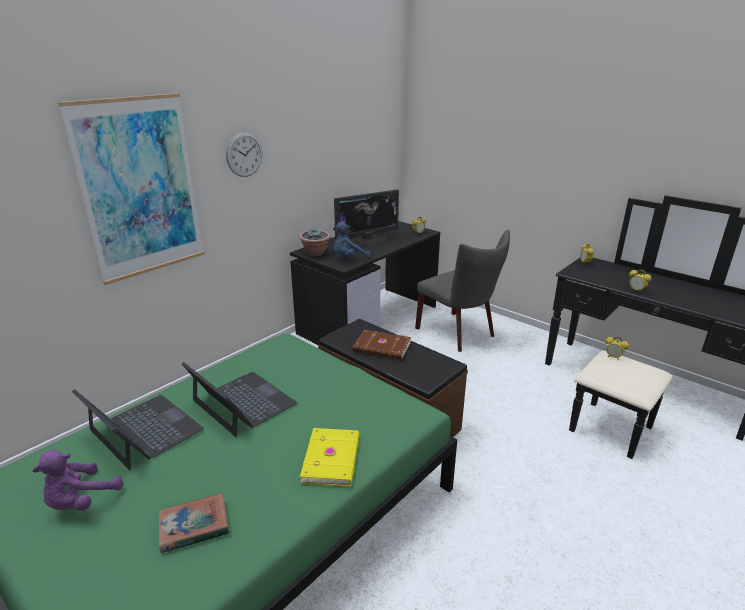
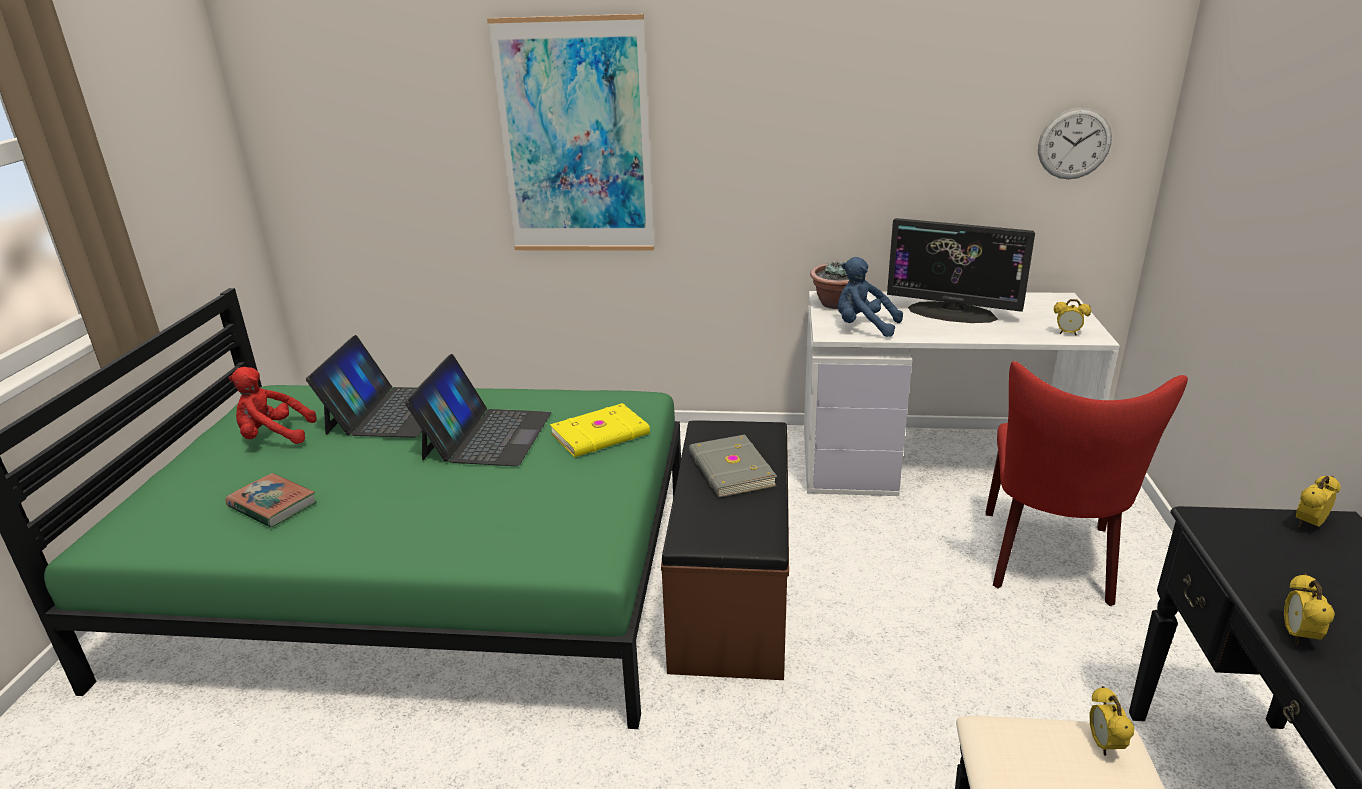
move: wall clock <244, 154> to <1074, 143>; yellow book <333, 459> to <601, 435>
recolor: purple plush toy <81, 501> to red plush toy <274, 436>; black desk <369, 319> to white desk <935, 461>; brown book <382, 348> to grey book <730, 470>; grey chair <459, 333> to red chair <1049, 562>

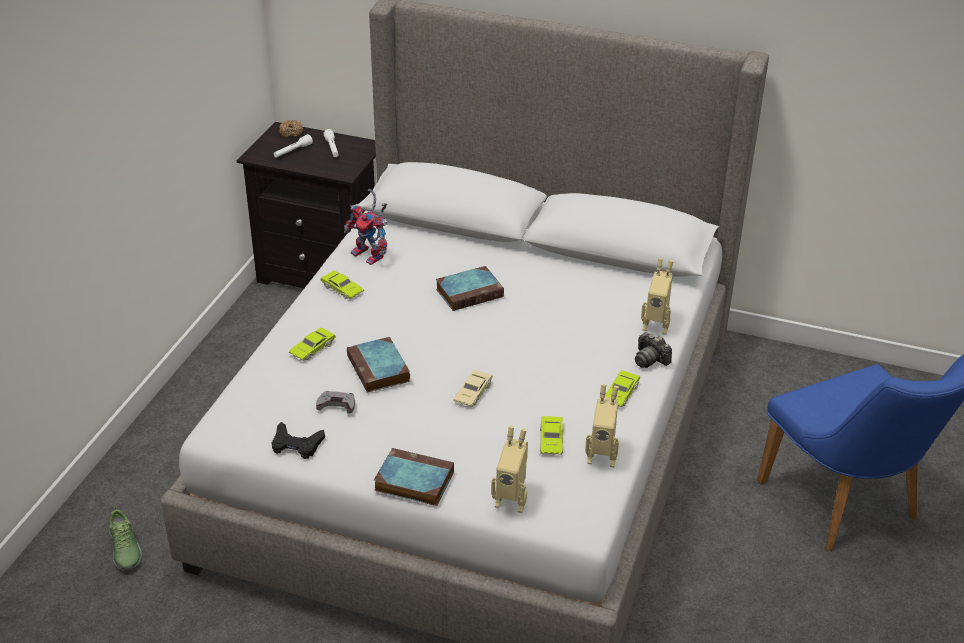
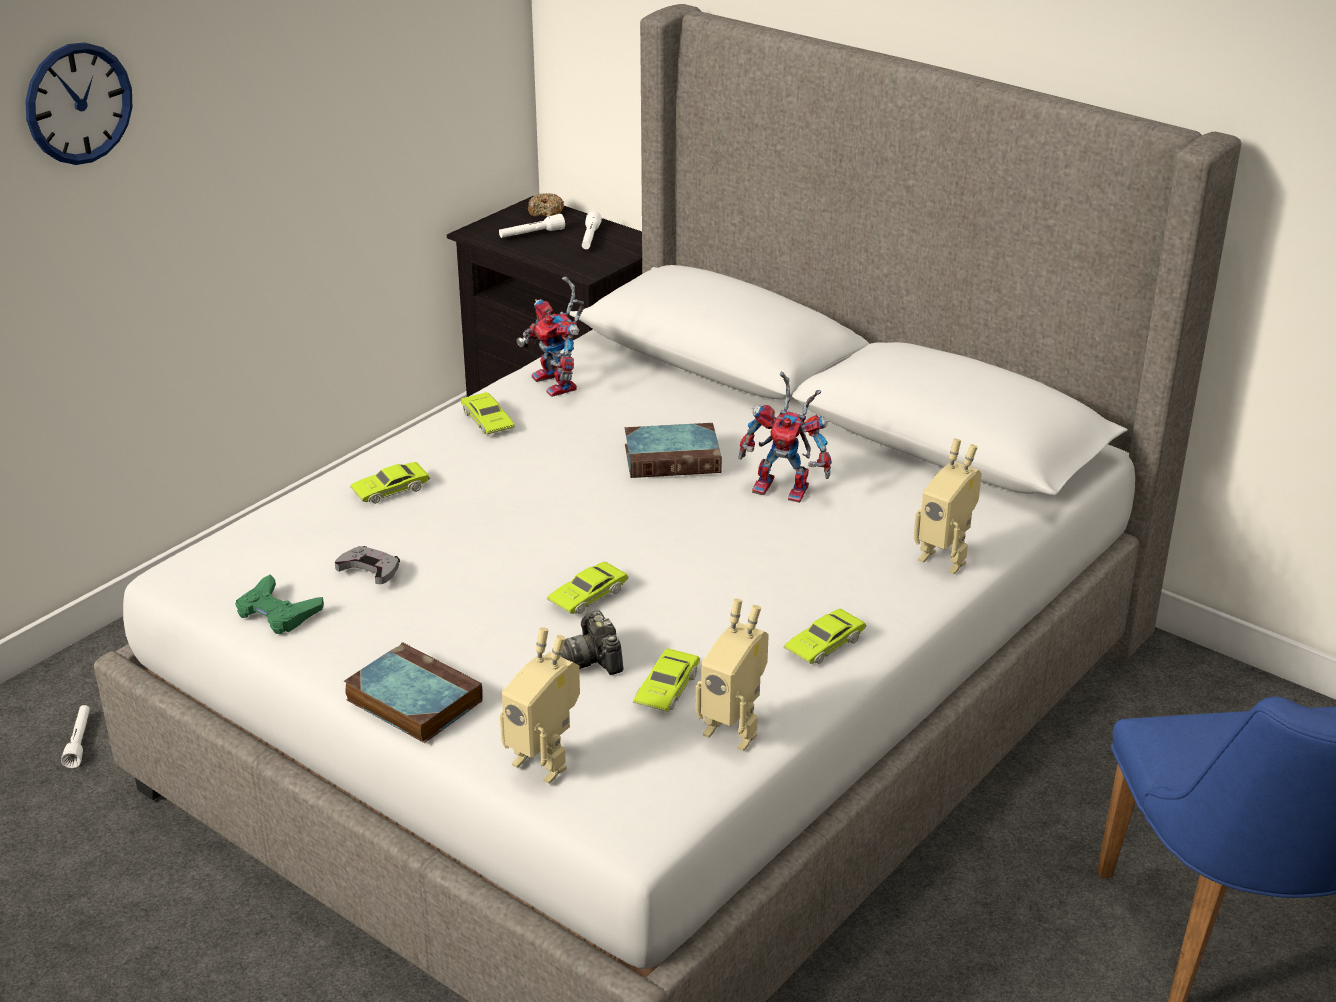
delete: book <379, 370>
insert: wall clock <78, 103>; toy robot <787, 489>
move: photo camera <650, 359> to <592, 659>
replace: shoe <125, 549> to white flashlight <79, 741>
recolor: black game controller <296, 445> to green game controller <277, 612>; beige toy car <473, 392> to green toy car <588, 595>

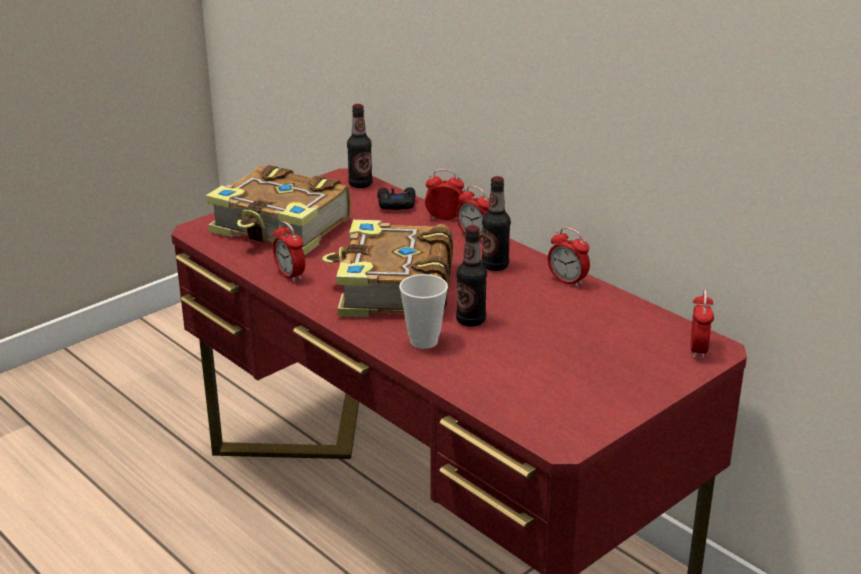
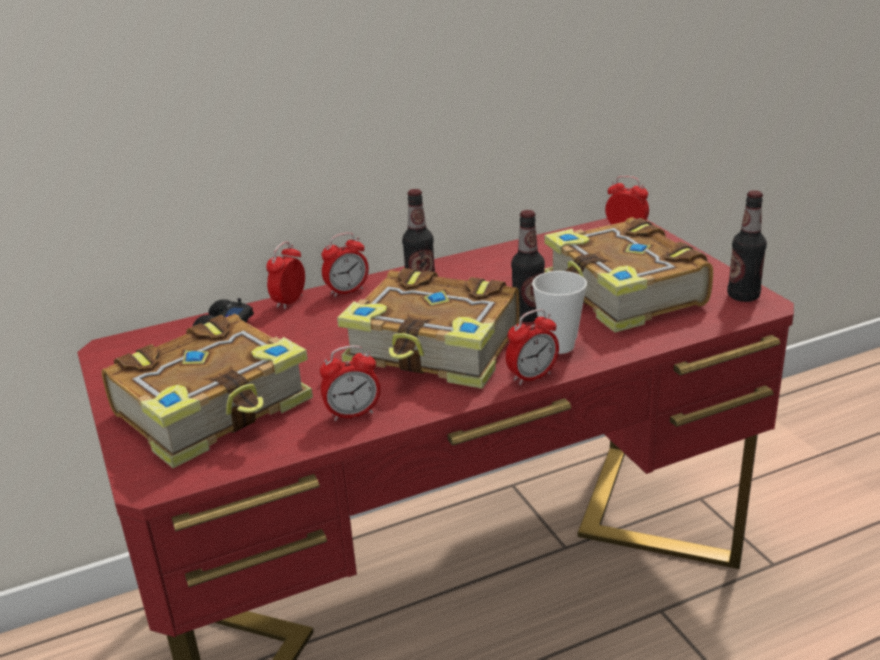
insert: book <623, 294>
move: bottle <360, 184> to <743, 296>; alarm clock <567, 281> to <532, 377>

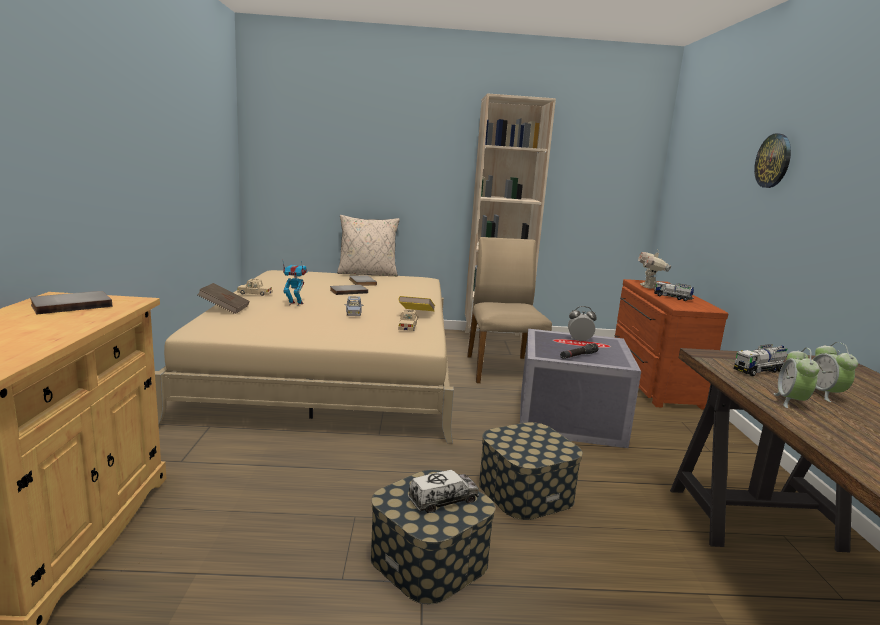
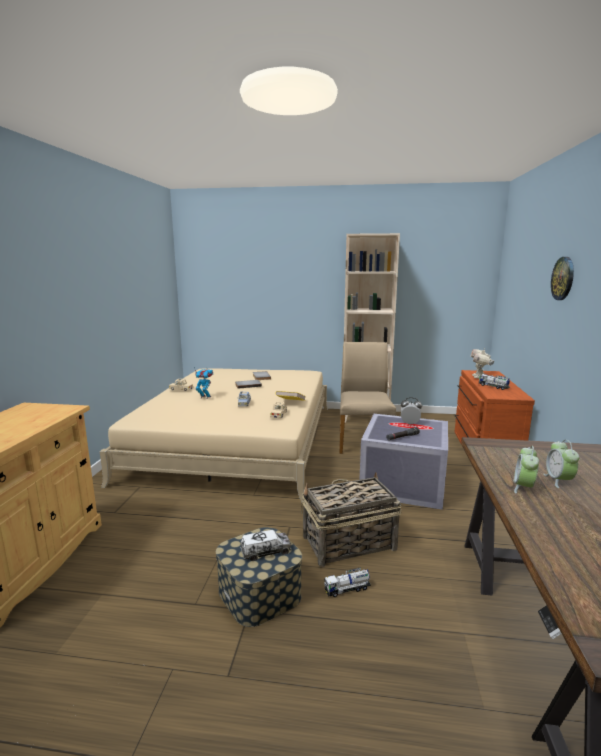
delete: grey book <71, 305>; brown book <224, 309>; beige pillow <367, 274>
move: toy truck <759, 371> to <347, 589>
replace: storage box <525, 492> to basket <348, 543>

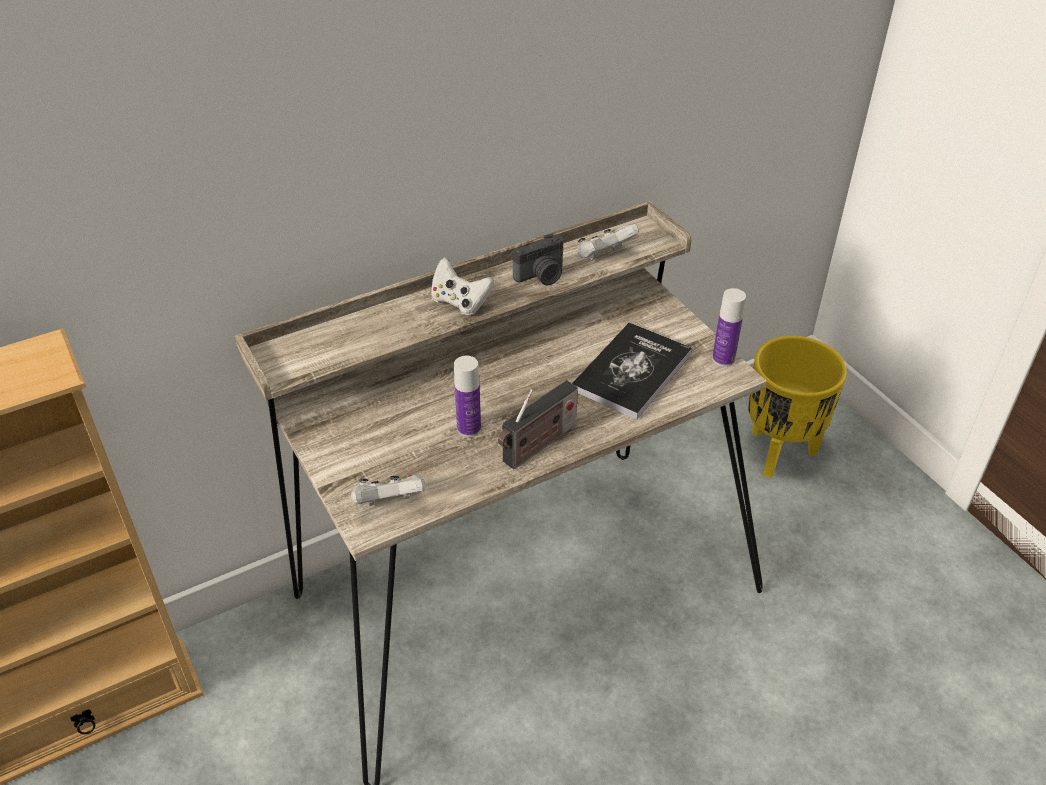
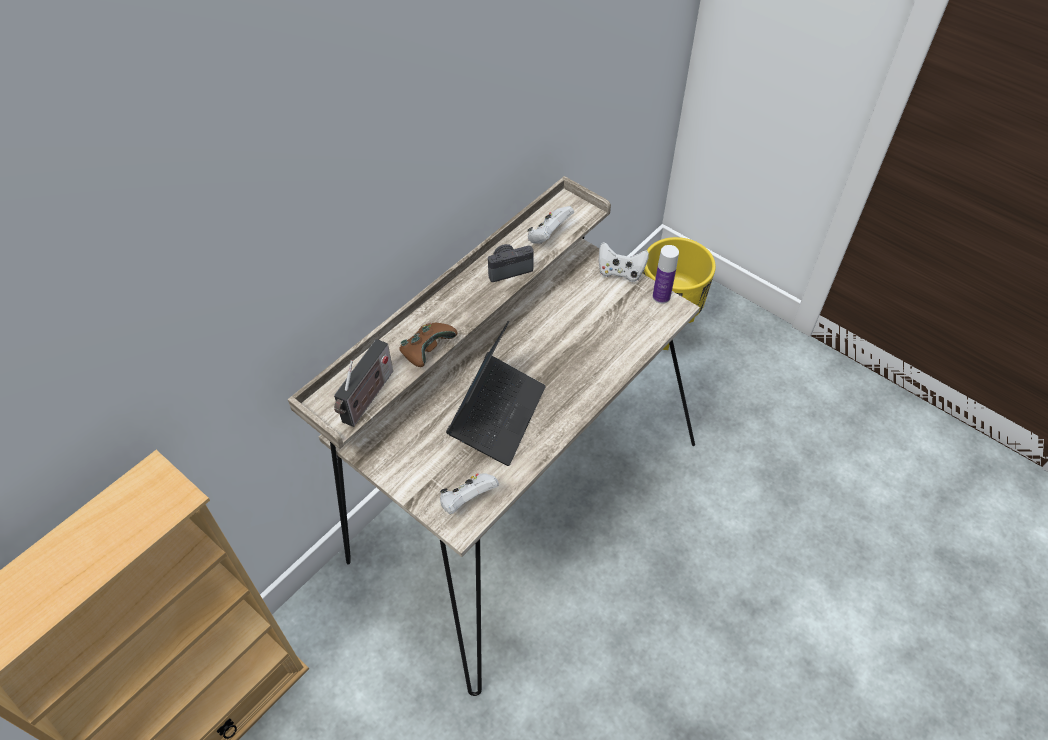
delete: book <632, 372>
insert: brown game controller <427, 352>
move: white game controller <460, 303> to <620, 272>; radio <537, 446> to <367, 399>
replace: bottle <469, 428> to laptop <497, 415>
rotate: photo camera <541, 276> = <508, 269> 150 degrees counterclockwise

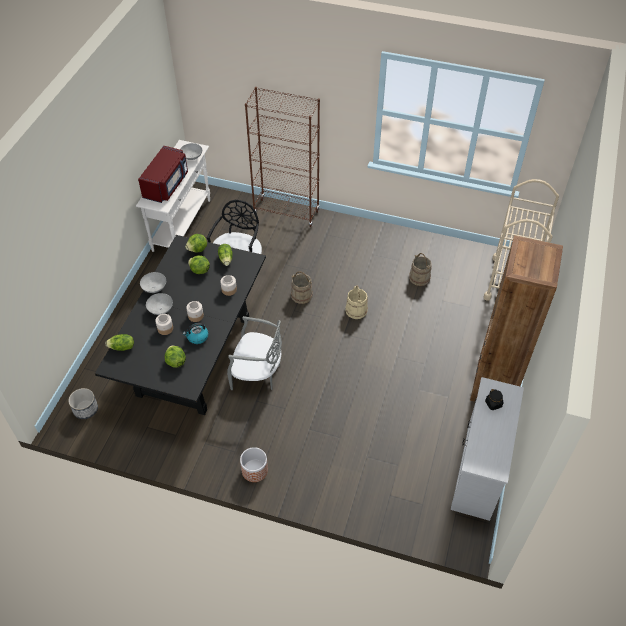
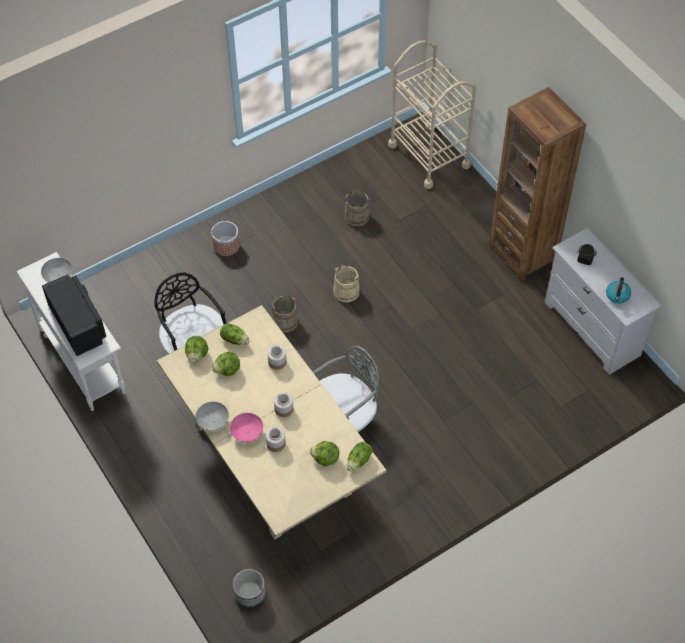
delete: brown bookcase <286, 212>
move: lettuce <122, 347> to <359, 461>; kettle <197, 337> to <617, 296>; planter <254, 470> to <226, 246>
recolor: black dining table <194, 357> to beige dining table <273, 459>; red microwave <166, 185> to black microwave <78, 324>; grey bowl <161, 309> to pink bowl <247, 432>

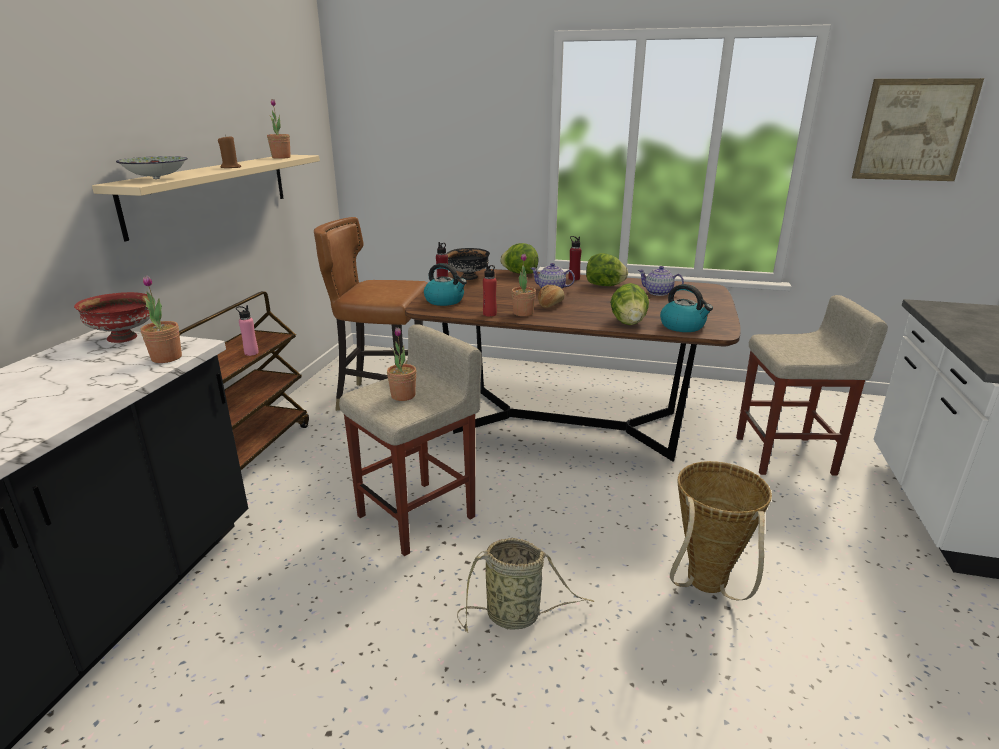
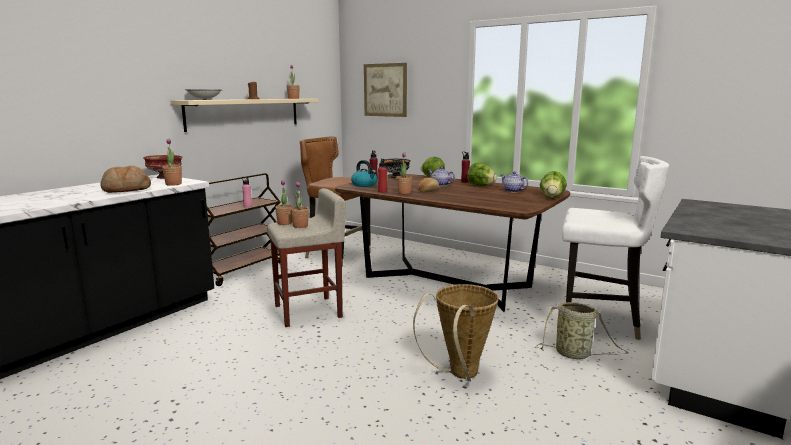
delete: kettle <683, 326>
insert: bread <126, 190>; potted plant <284, 223>
move: basket <517, 615> to <575, 354>; lettuce <628, 323> to <552, 197>; picture <914, 130> to <385, 90>
replace: beige stool <786, 455> to white chair <598, 321>

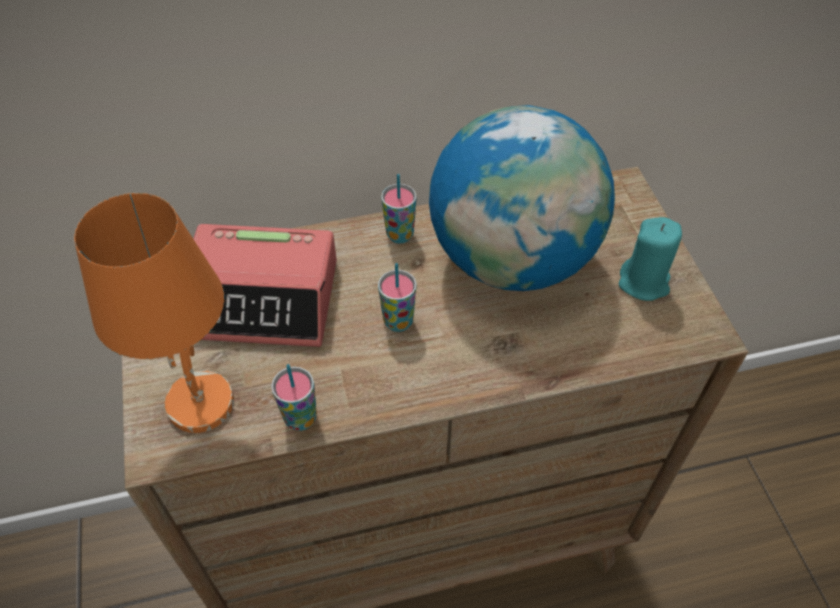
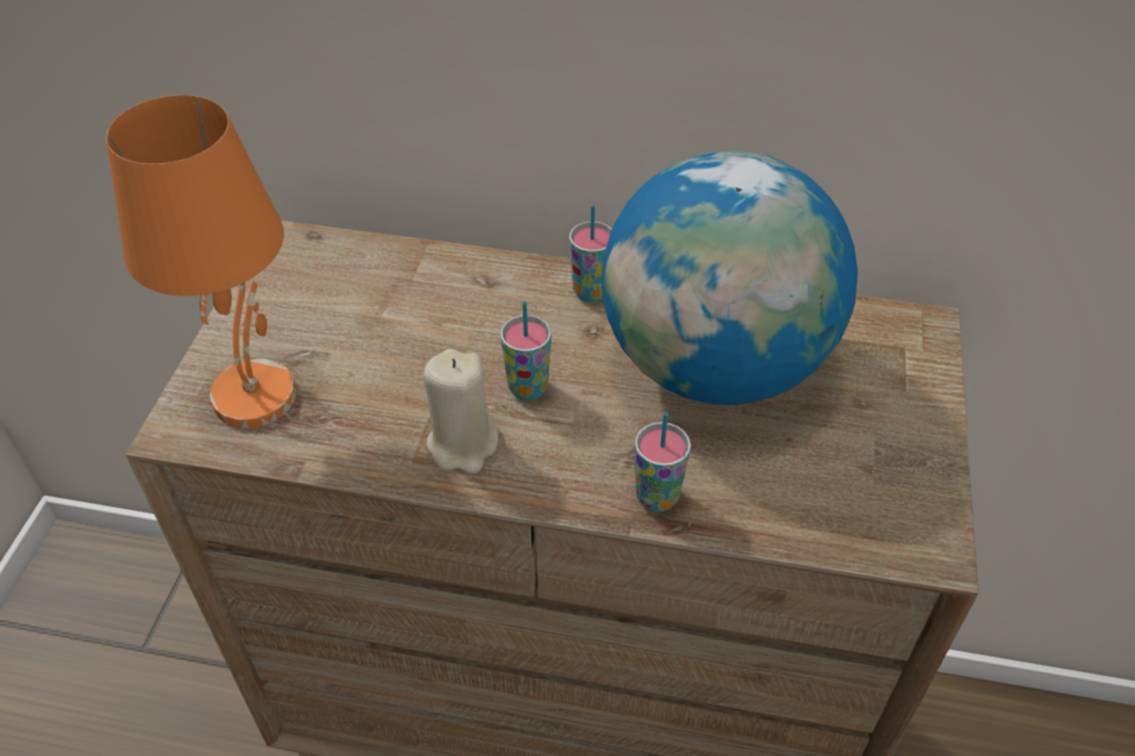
delete: alarm clock <263, 298>; turquoise candle <644, 282>
insert: beige candle <463, 444>
move: cup <300, 418> to <657, 497>

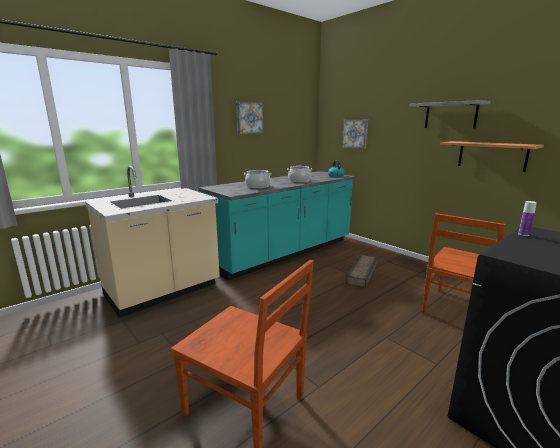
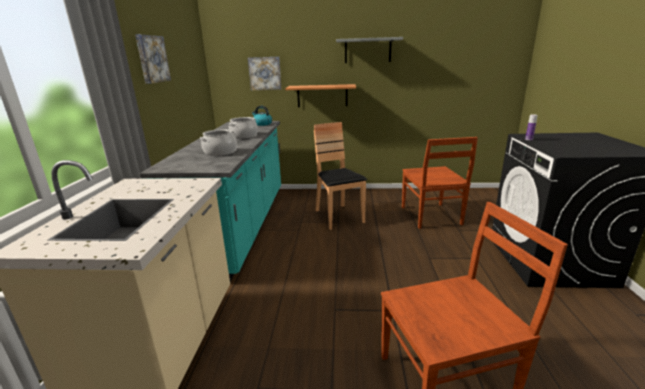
move: shelf <492, 155> to <322, 95>
replace: crate <363, 273> to brown chair <338, 217>

